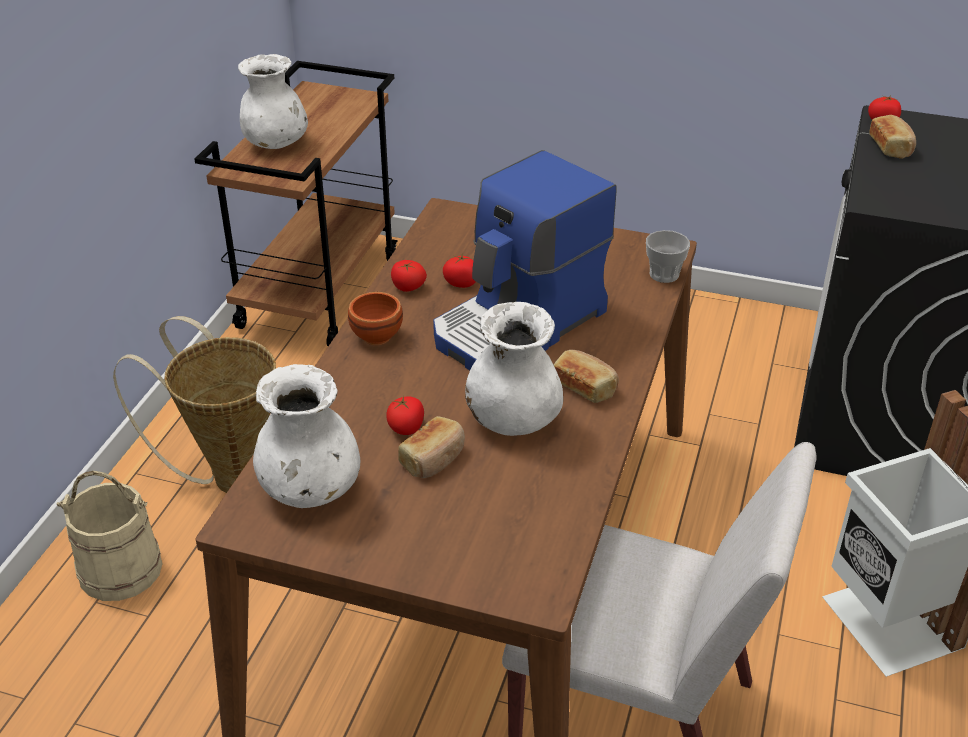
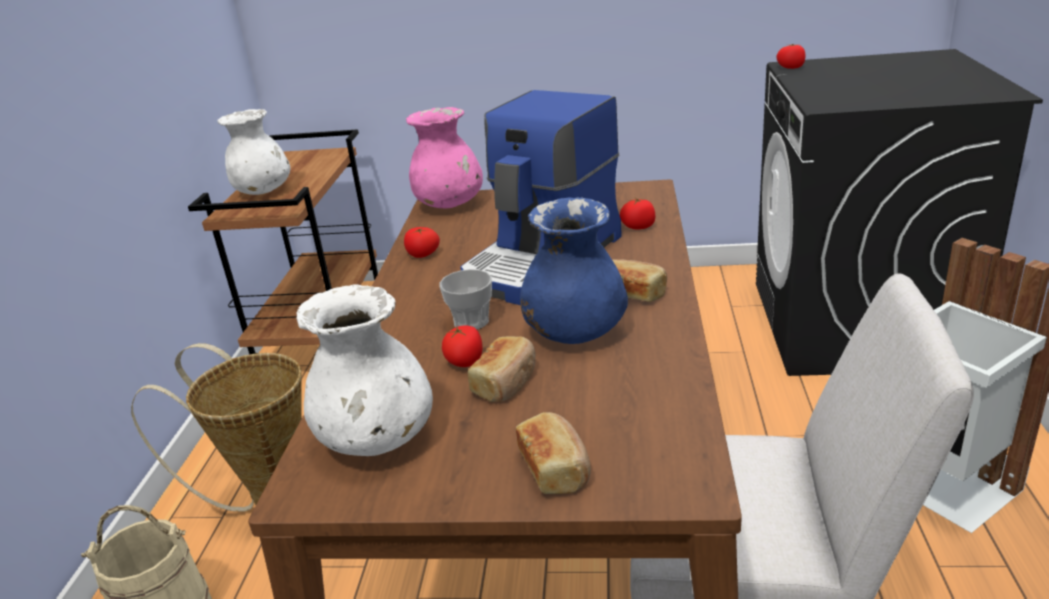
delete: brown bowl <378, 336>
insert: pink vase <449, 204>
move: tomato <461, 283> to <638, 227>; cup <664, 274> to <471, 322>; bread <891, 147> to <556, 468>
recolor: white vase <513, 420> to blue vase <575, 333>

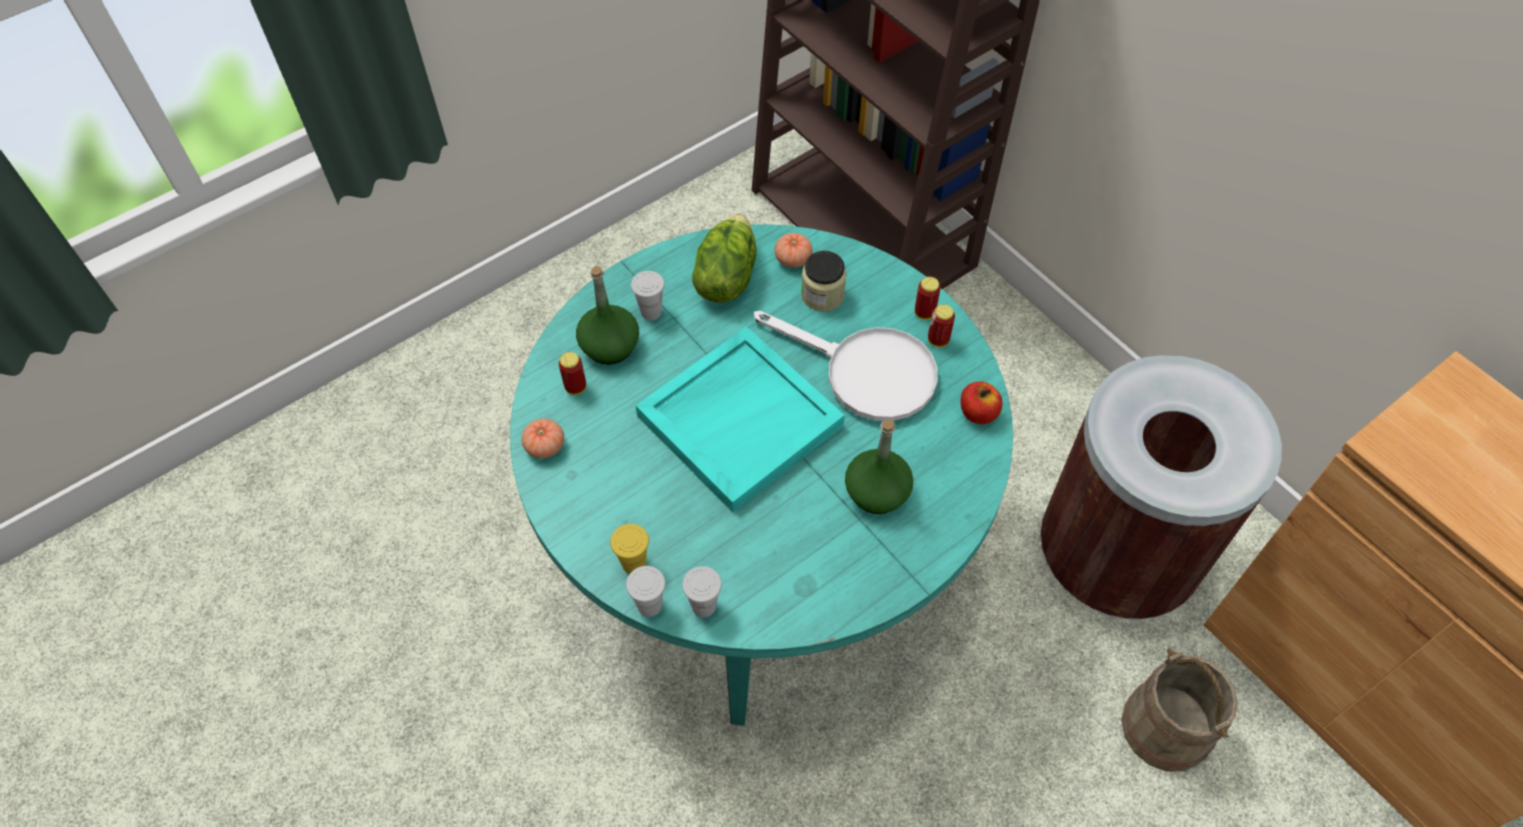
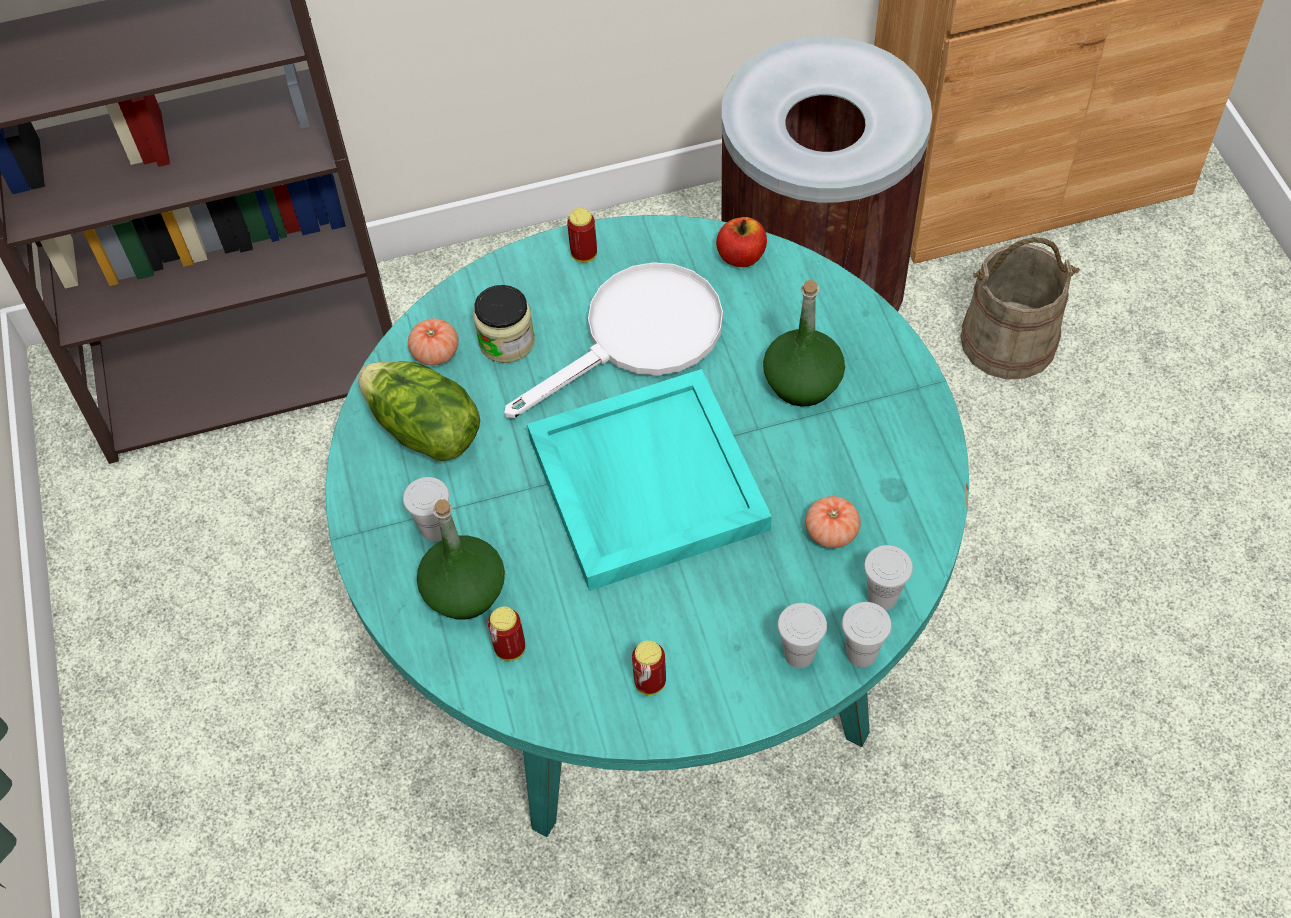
move: tomato <545, 446> to <831, 532>; can <938, 340> to <650, 682>
recolor: yellow cup <634, 564> to white cup <799, 654>

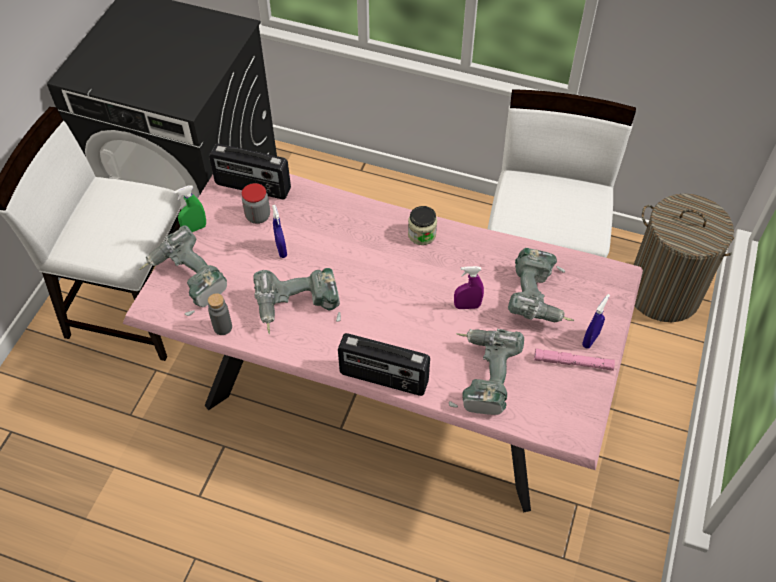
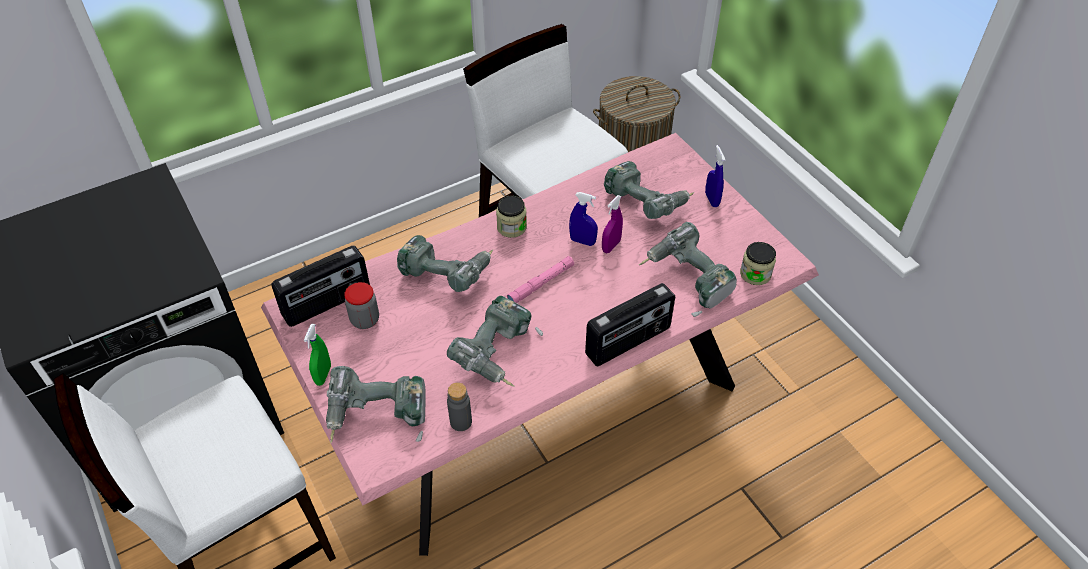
insert: power drill <447, 273>; jar <755, 274>
move: blue spray bottle <281, 250> to <582, 241>; pink flashlight <573, 362> to <541, 283>

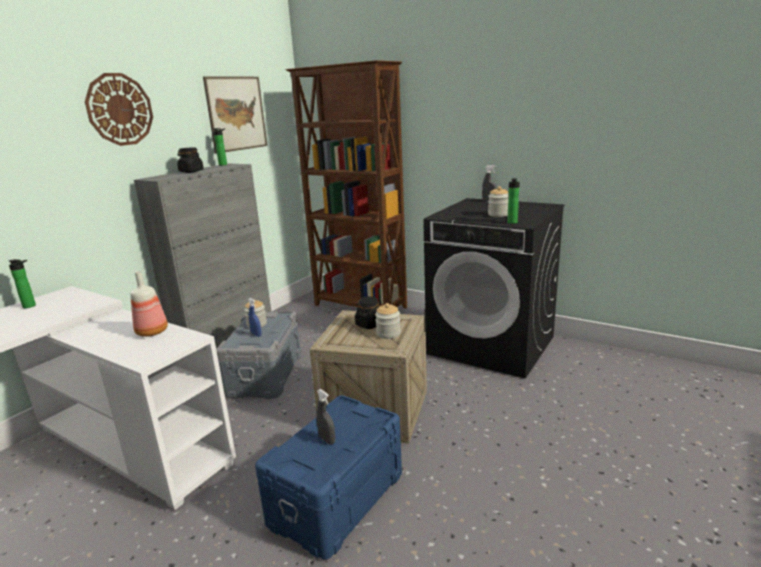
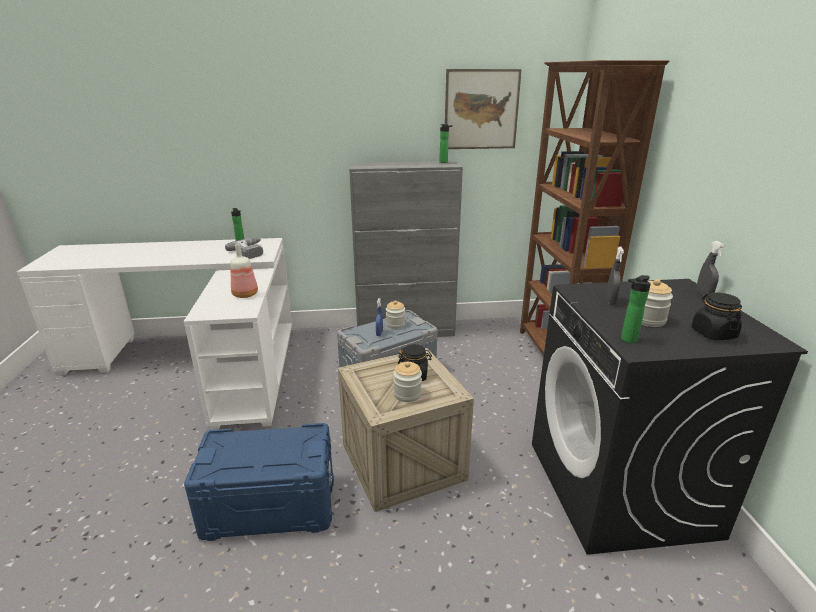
delete: wall clock <120, 109>
insert: power drill <251, 251>
move: black jar <191, 171> to <713, 333>; grey spray bottle <327, 440> to <610, 301>

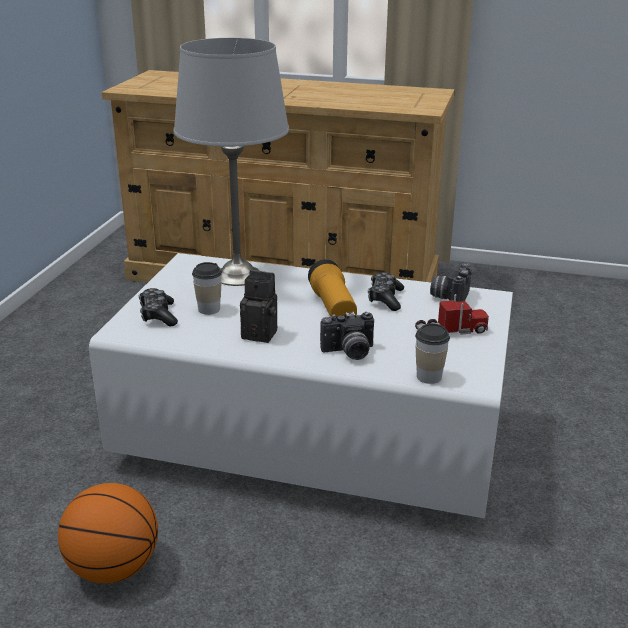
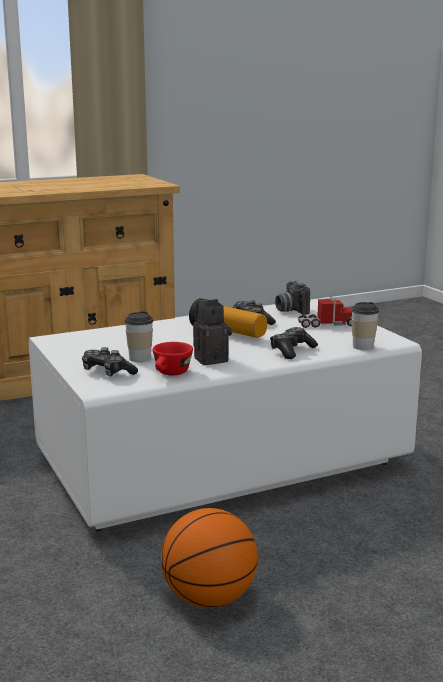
delete: grey table lamp <237, 275>
insert: red cup <171, 374>
replace: photo camera <349, 353> to game controller <292, 351>
rotate: toy truck <451, 331> = <327, 324> 45 degrees clockwise

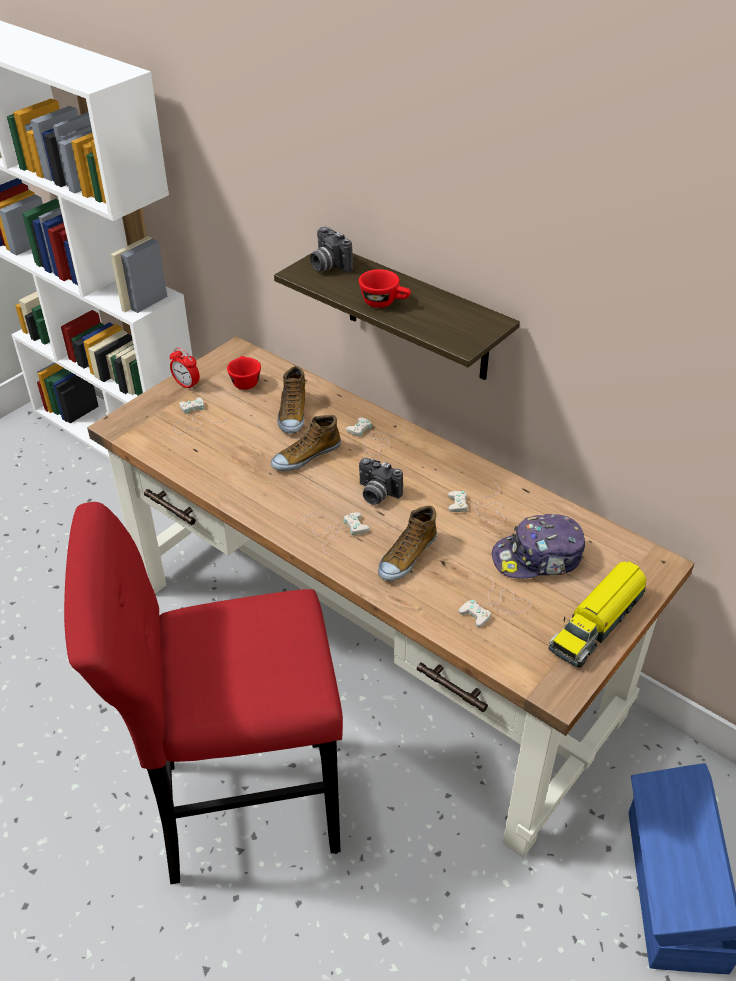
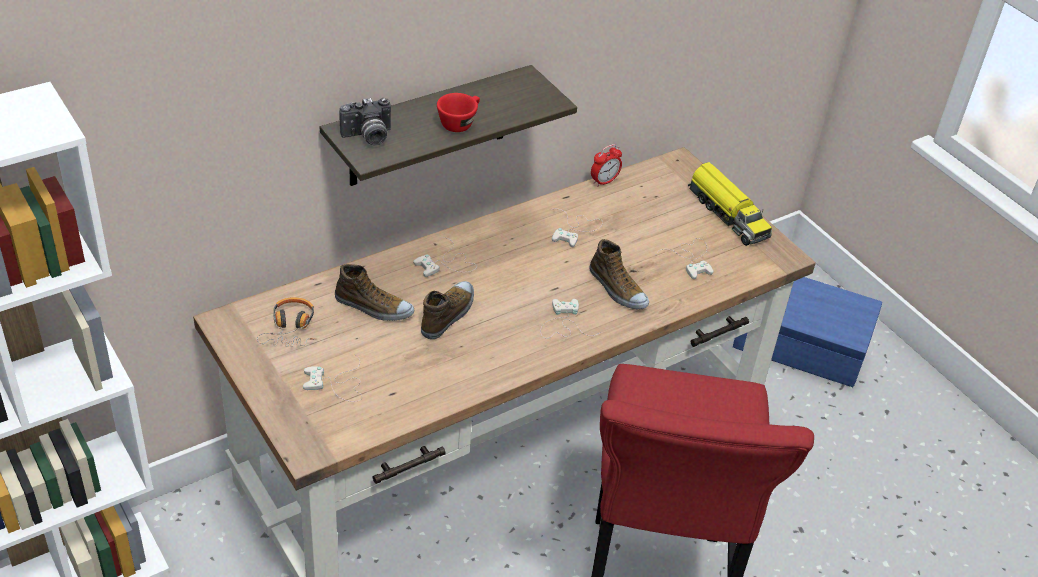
delete: photo camera <376, 494>; cap <538, 558>
move: alarm clock <186, 385> to <604, 181>
replace: red cup <244, 381> to headphones <291, 329>
rotate: shoe <306, 456> = <448, 314> 135 degrees counterclockwise

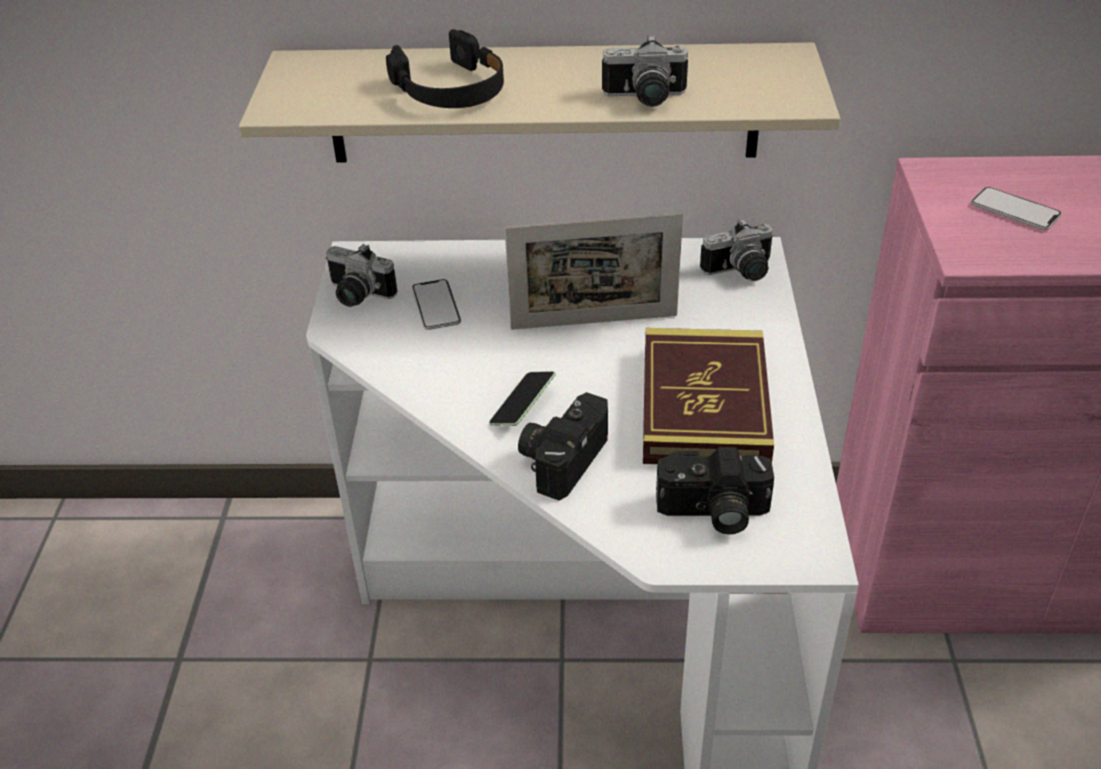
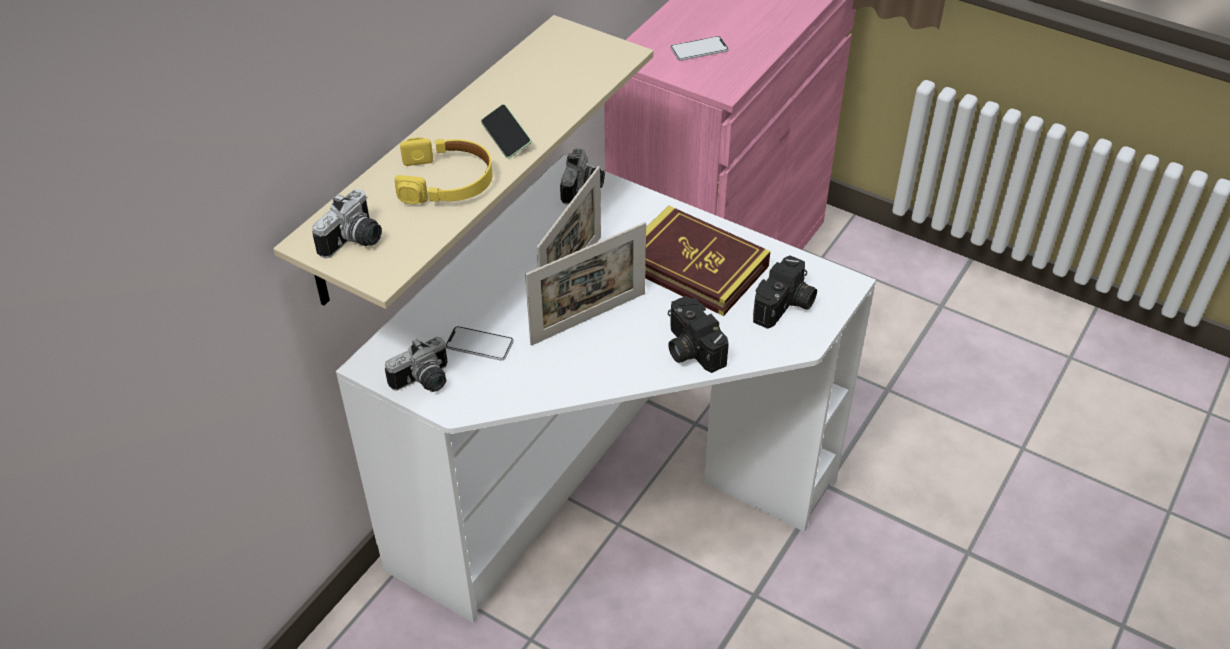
insert: picture frame <588, 318>
move: phone <523, 407> to <506, 138>; photo camera <645, 99> to <355, 242>
recolor: black headphones <451, 89> to yellow headphones <446, 181>

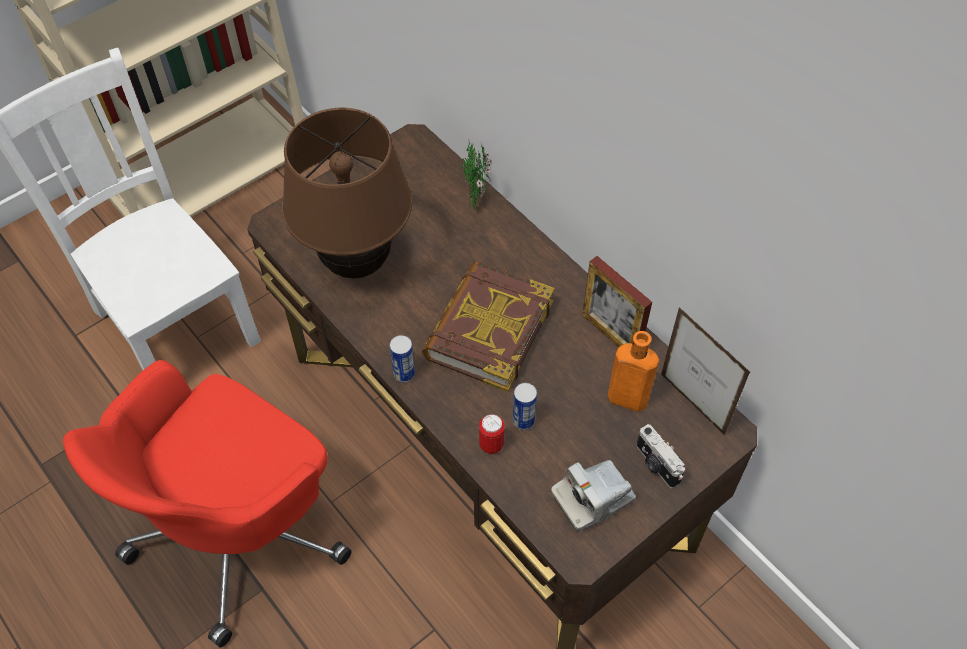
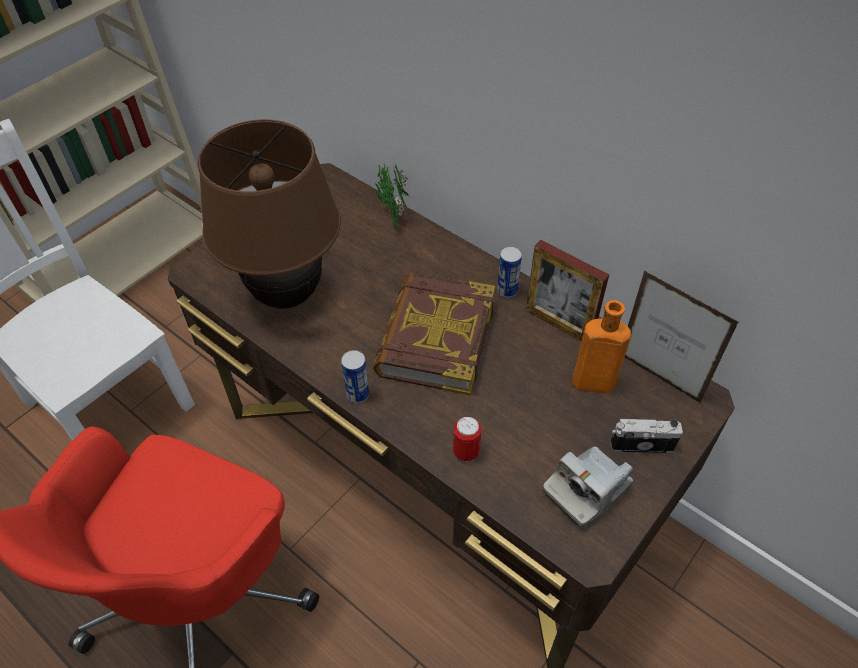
move: can <523, 421> to <507, 291>
rotate: photo camera <656, 465> = <641, 444> 135 degrees clockwise

